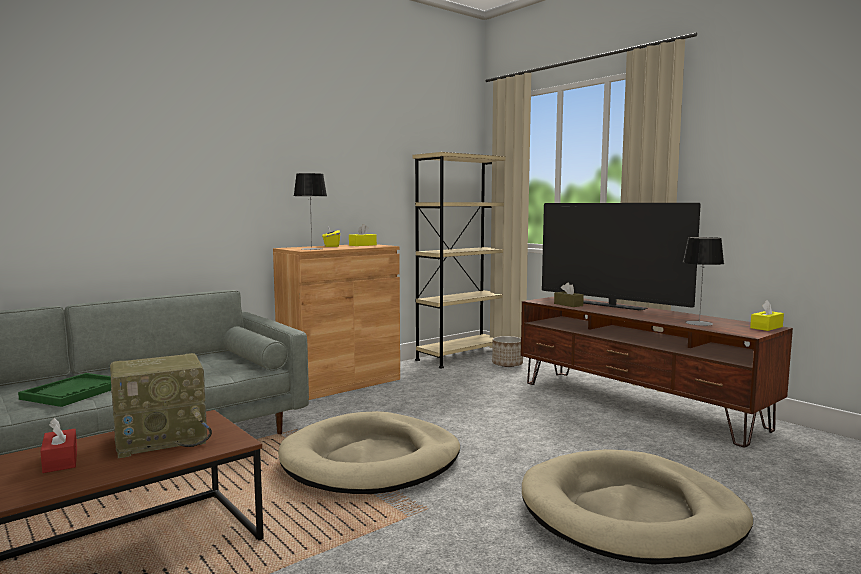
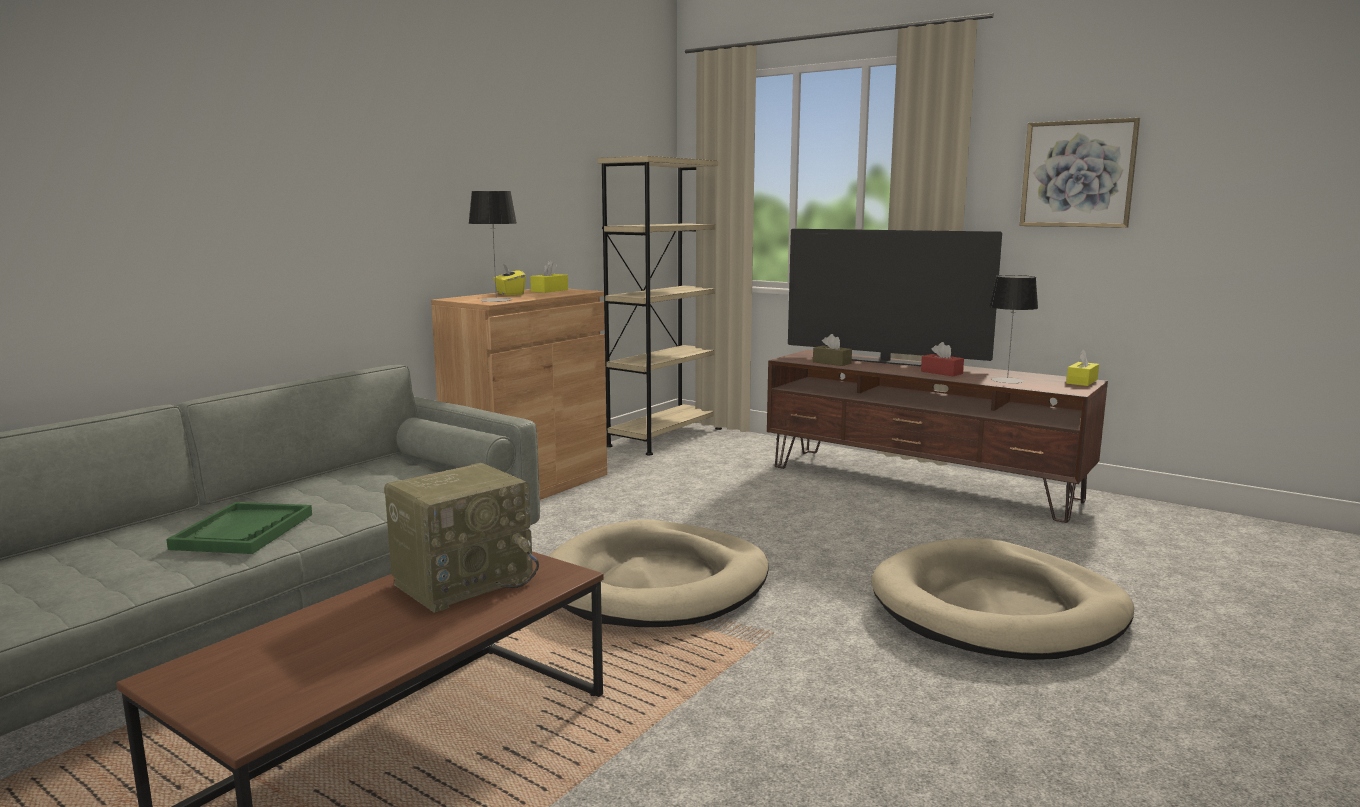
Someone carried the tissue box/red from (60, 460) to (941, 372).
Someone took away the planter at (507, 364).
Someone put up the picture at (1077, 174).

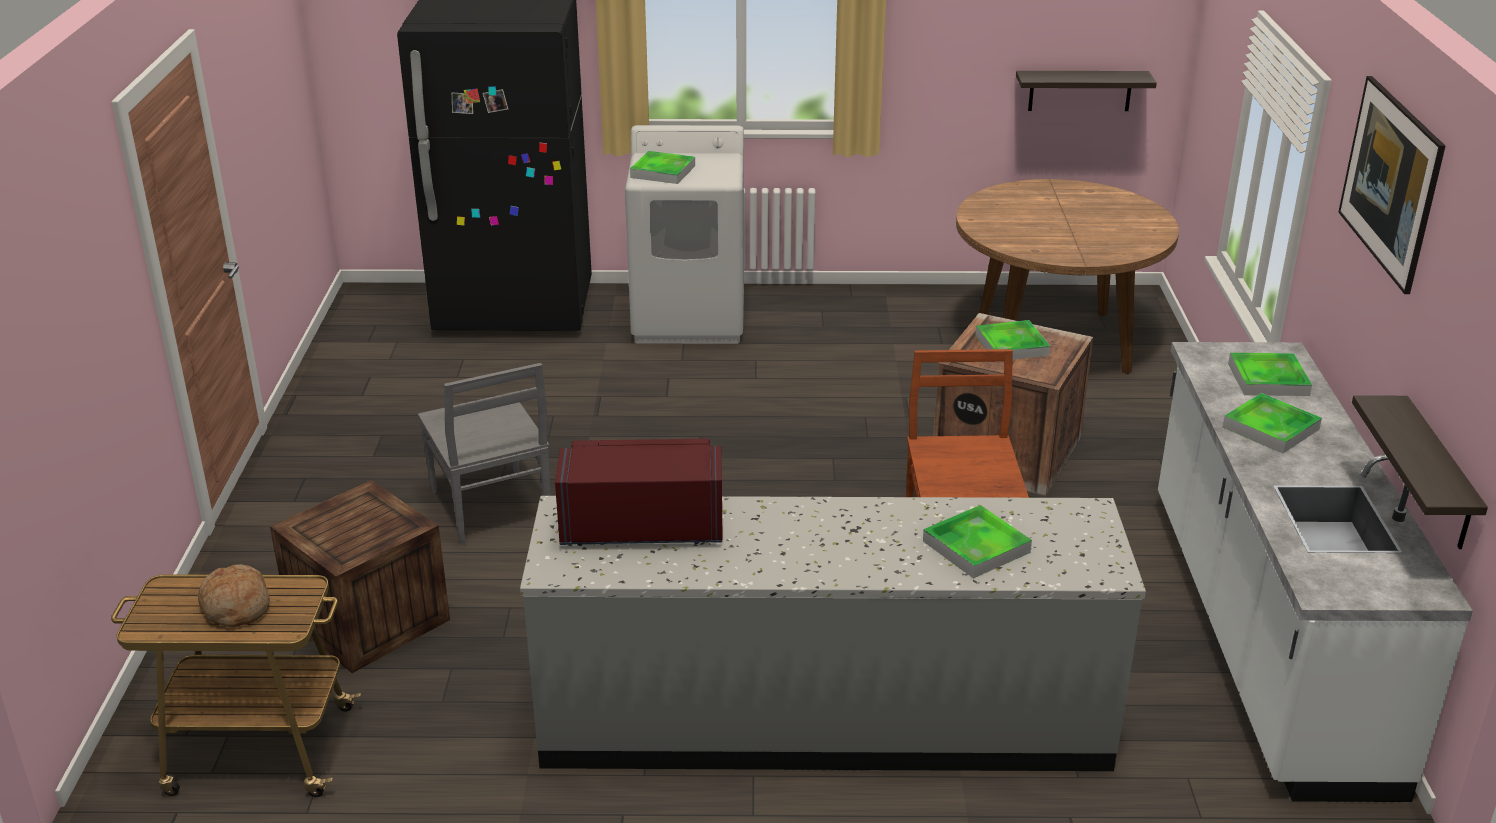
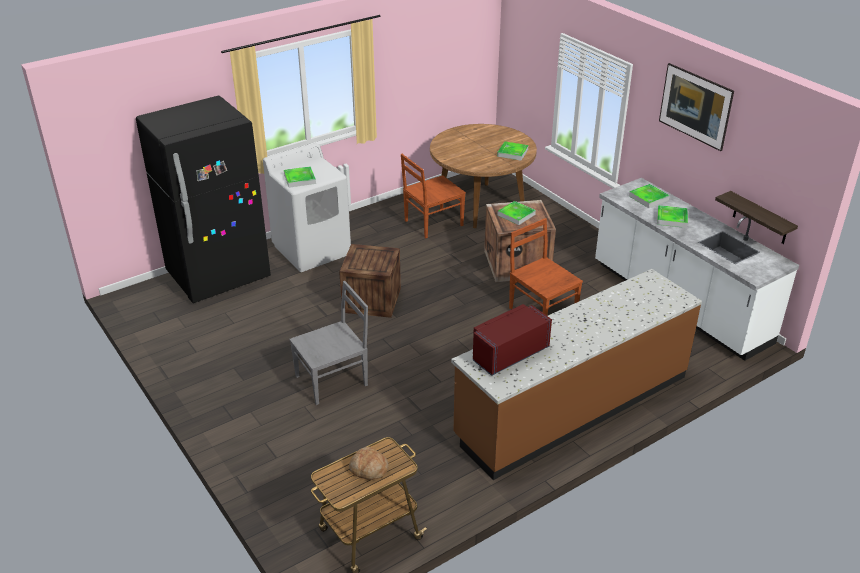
Someone carried the crate from (368, 620) to (371, 300).
Someone rotated the chair/grey at (491, 508) by 60 degrees counterclockwise.
Someone repainted the counter/grey at (823, 718), which became the counter/brown at (572, 406).
Someone carried the tray from (976, 546) to (512, 153).
Someone took away the shelf at (1080, 90).
Someone put down the chair/brown at (432, 223).

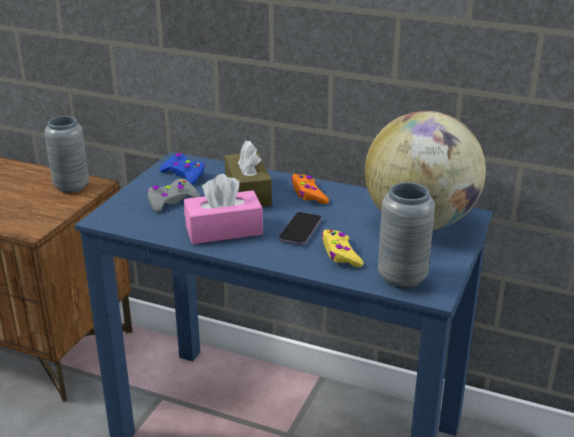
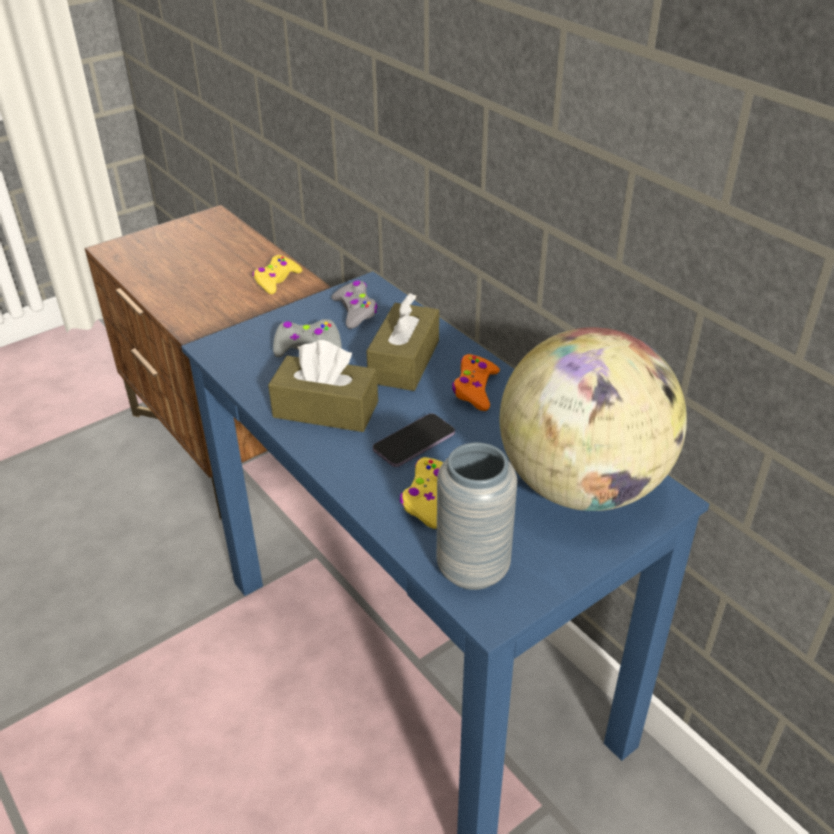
Someone swapped the vase/grey at (71, 186) for the game controller/yellow at (276, 280).
Someone repainted the game controller/blue at (184, 174), which became the game controller/grey at (355, 311).
Someone repainted the tissue box/pink at (224, 230), which became the tissue box/brown at (325, 409).

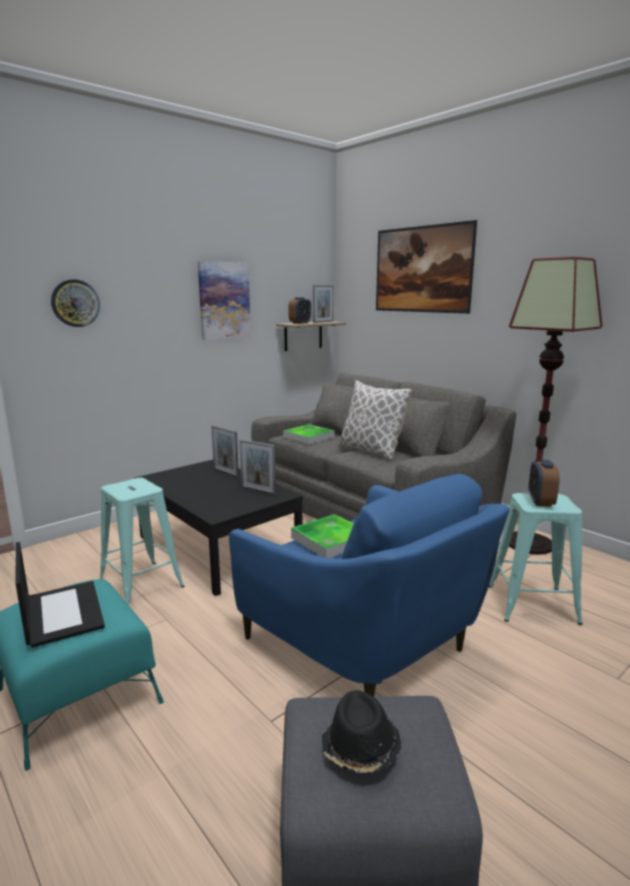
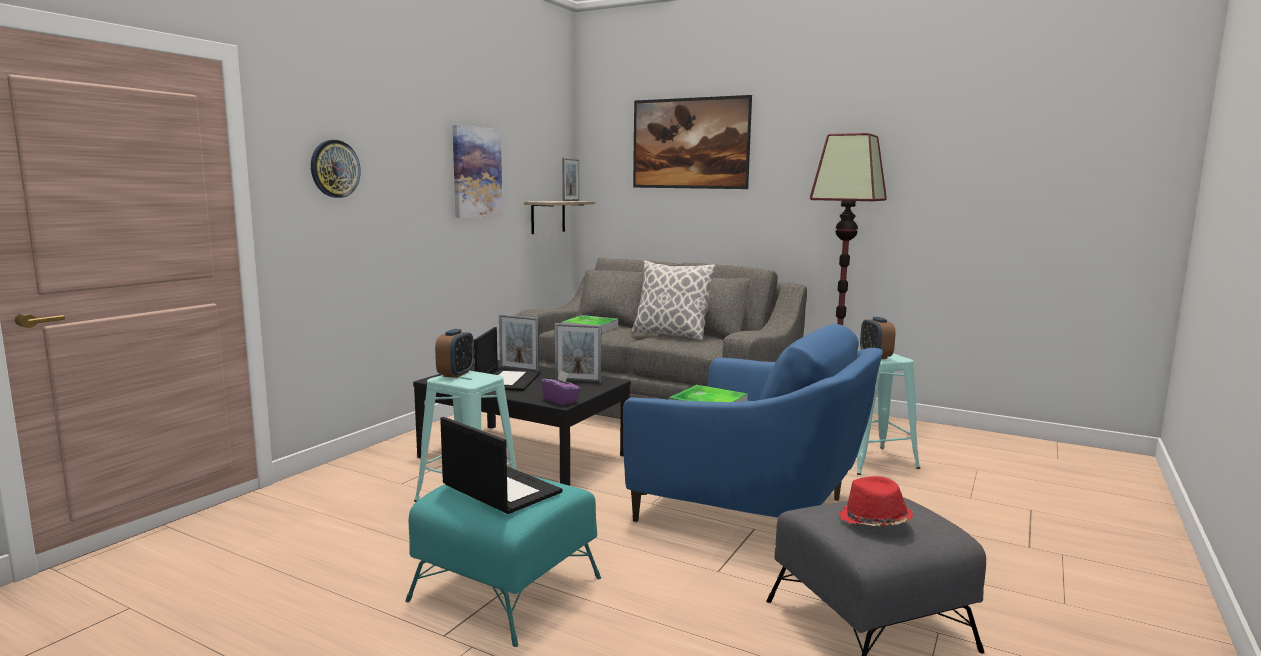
Someone carried the alarm clock from (300, 323) to (456, 374).
Someone repainted the hat/black at (360, 748), which became the hat/red at (874, 521).
Someone put down the laptop at (508, 380).
Someone put down the tissue box/purple at (561, 400).

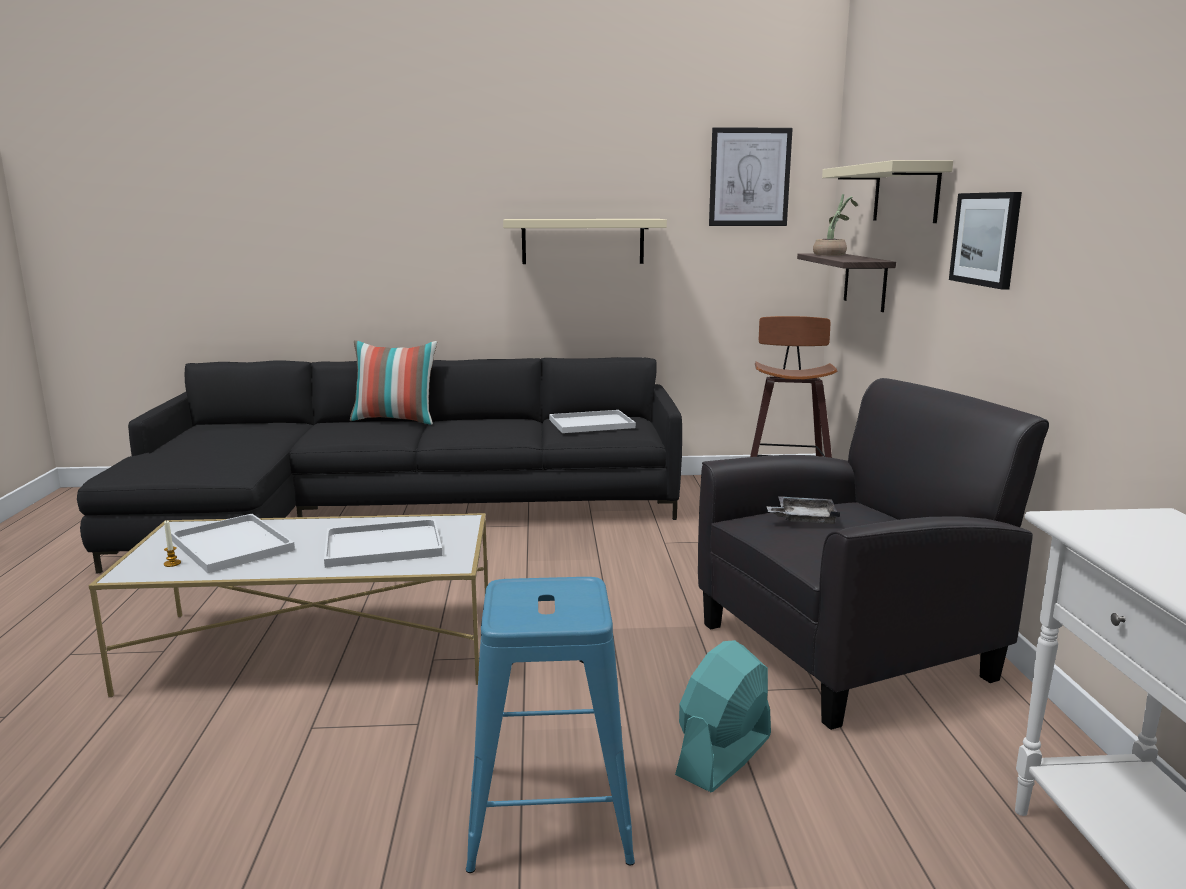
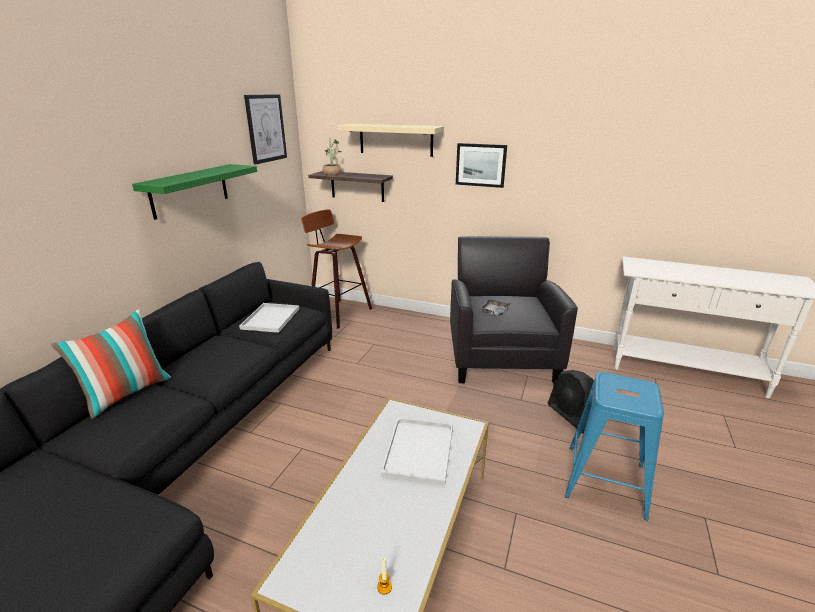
Someone took away the tray/white at (234, 545).
Someone repainted the shelf/beige at (583, 241), which became the shelf/green at (190, 190).
Someone repainted the fan/turquoise at (724, 756), which became the fan/black at (571, 416).

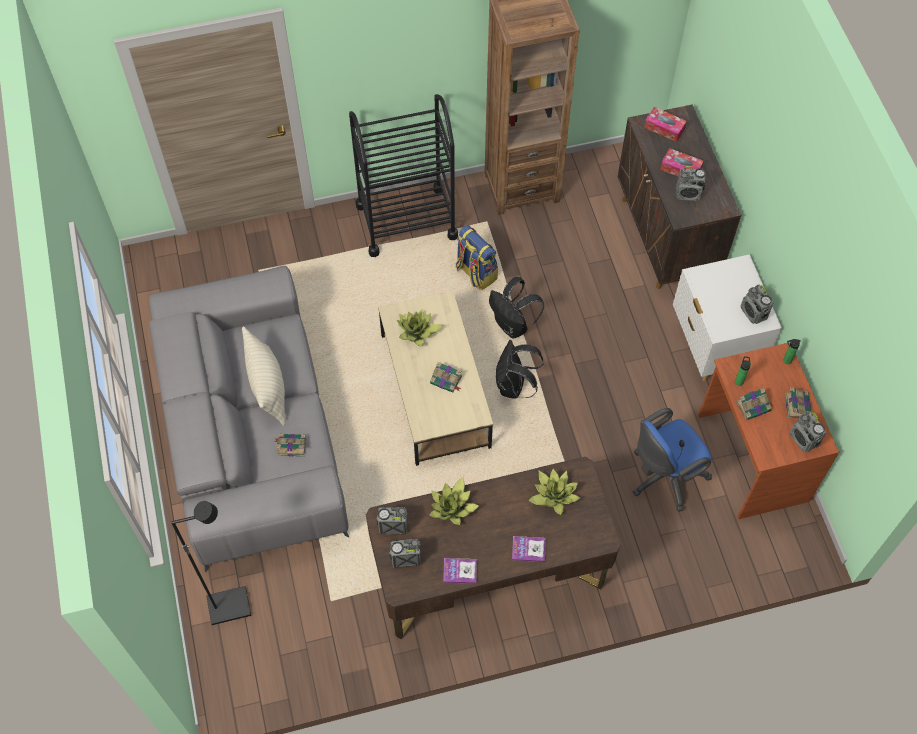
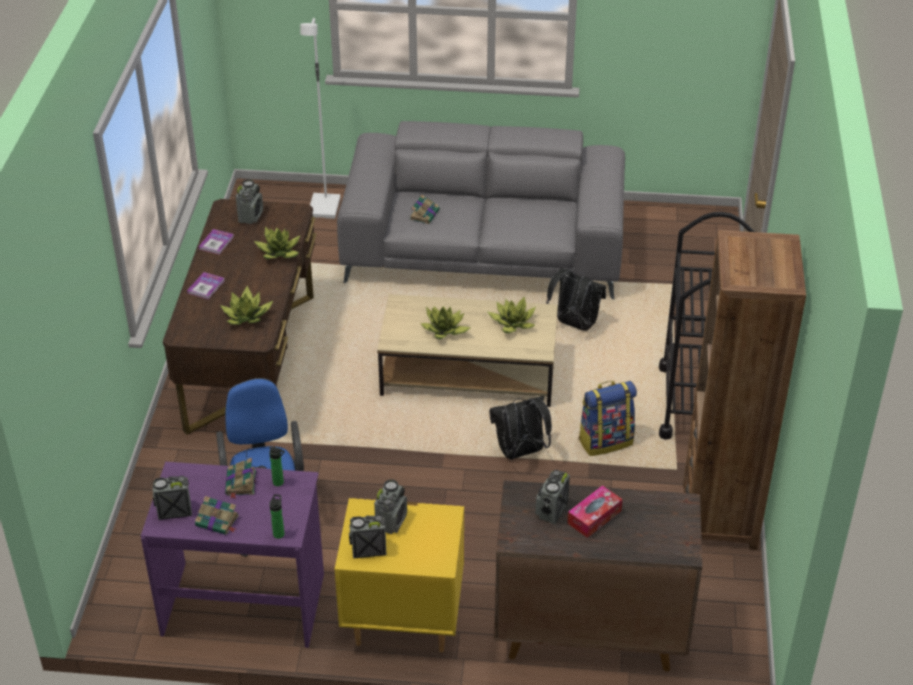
Someone repainted the floor lamp/black at (229, 605), which became the floor lamp/white at (325, 208).
Someone took away the pillow/beige at (268, 387).
Someone carried the radio from (393, 526) to (391, 521).
Someone swapped the book at (446, 380) for the potted plant at (444, 330).
Someone carried the backpack/black from (514, 386) to (574, 324).
Someone took away the tissue box at (664, 128).
Someone repainted the nightstand/white at (713, 348), which became the nightstand/yellow at (403, 622).
Someone repainted the desk/brown at (751, 458), which became the desk/purple at (244, 603).

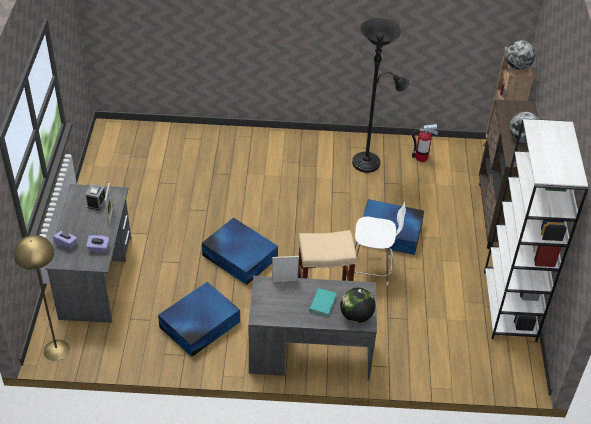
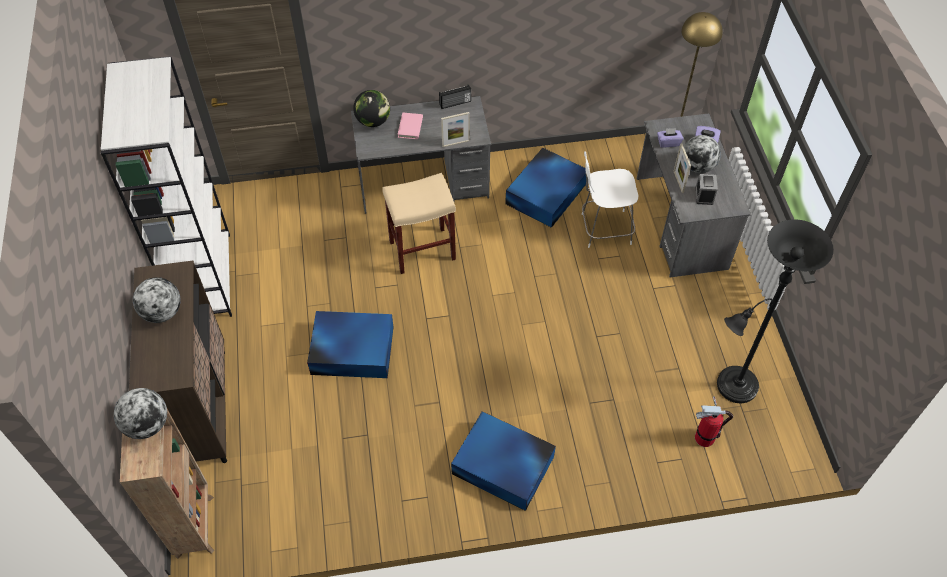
Someone carried the storage box/blue from (239, 256) to (504, 466).
Someone repainted the book/turquoise at (322, 303), which became the book/pink at (410, 127).
Someone carried the floor lamp/black from (370, 162) to (732, 387).
Someone carried the chair/white from (372, 269) to (604, 229).
Someone carried the fire extinguisher from (421, 157) to (704, 438).
Someone put down the radio at (455, 103).
Someone put down the globe at (697, 166).

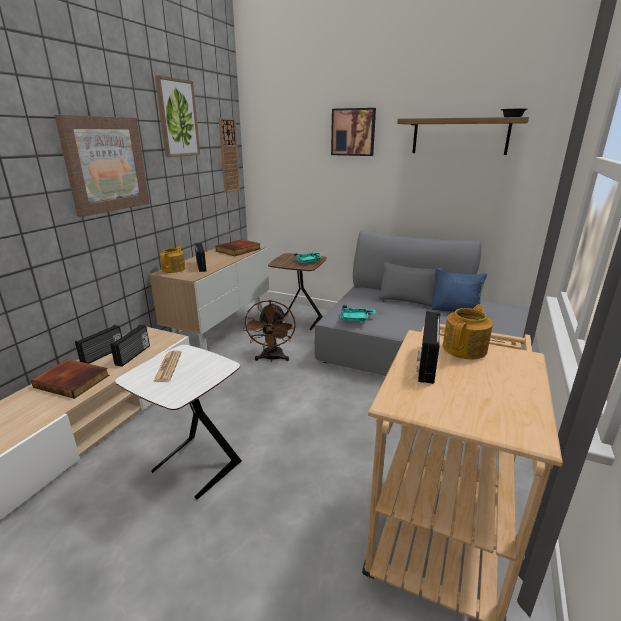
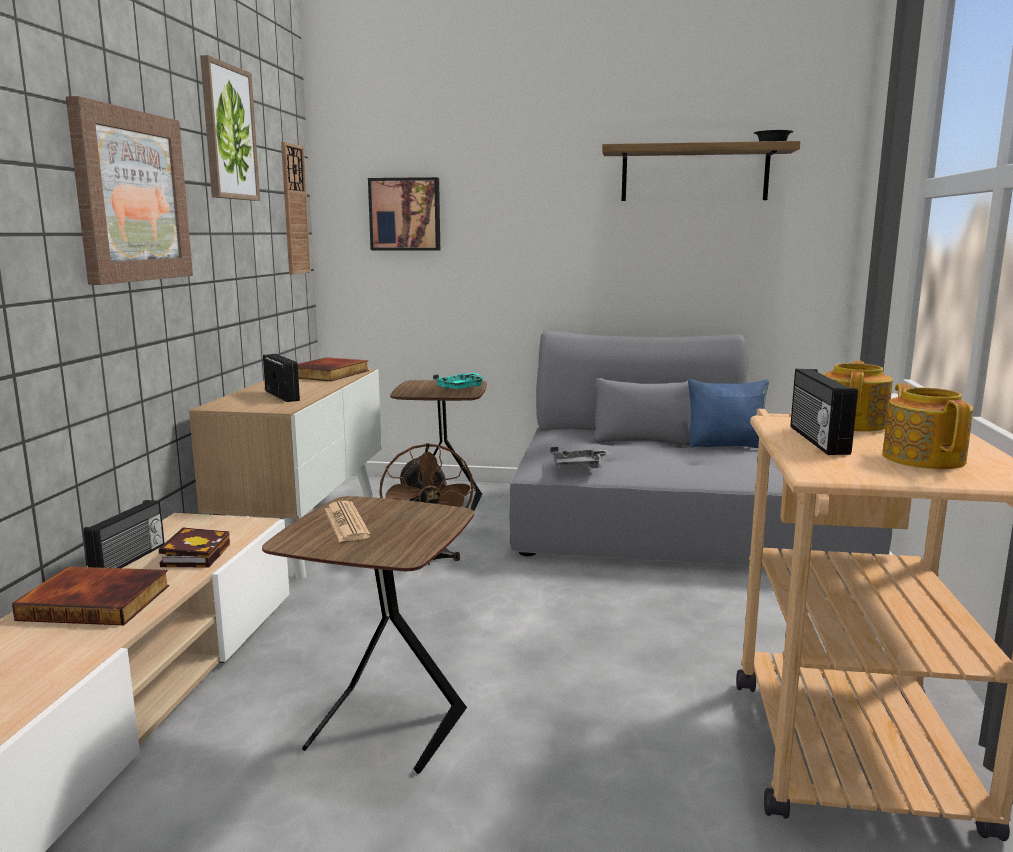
Someone swapped the radio at (133, 355) for the book at (196, 554).
Someone repainted the side table/white at (194, 468), which became the side table/brown at (384, 731).
Someone carried the teapot from (174, 269) to (923, 458).
Someone carried the picture from (353, 132) to (405, 214).
Someone repainted the tray/turquoise at (355, 319), which became the tray/grey at (579, 466).

